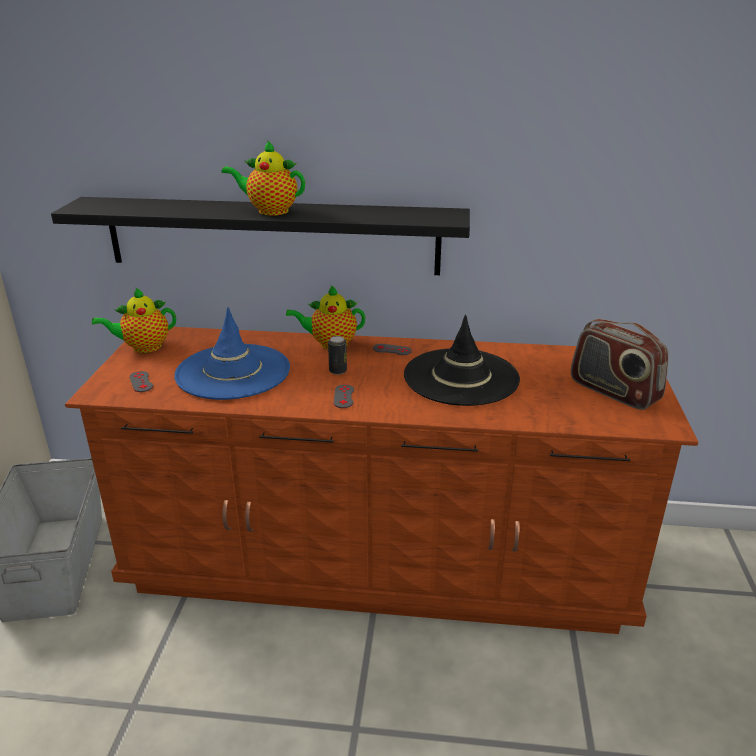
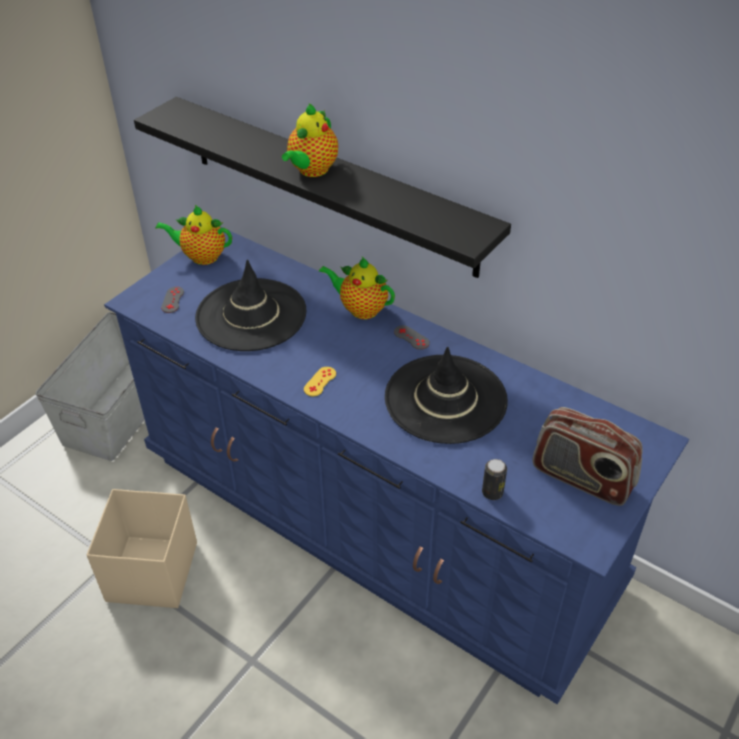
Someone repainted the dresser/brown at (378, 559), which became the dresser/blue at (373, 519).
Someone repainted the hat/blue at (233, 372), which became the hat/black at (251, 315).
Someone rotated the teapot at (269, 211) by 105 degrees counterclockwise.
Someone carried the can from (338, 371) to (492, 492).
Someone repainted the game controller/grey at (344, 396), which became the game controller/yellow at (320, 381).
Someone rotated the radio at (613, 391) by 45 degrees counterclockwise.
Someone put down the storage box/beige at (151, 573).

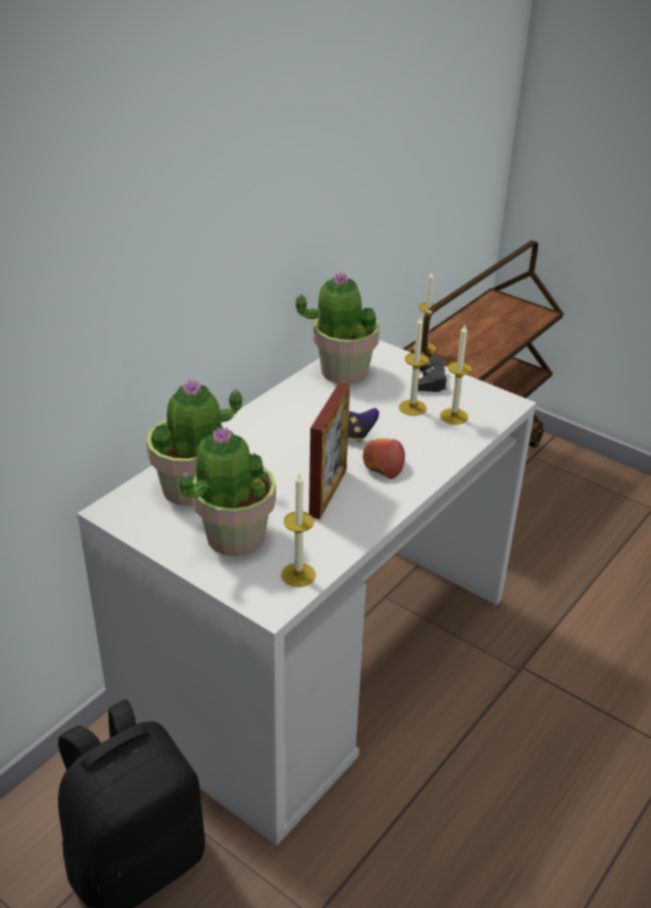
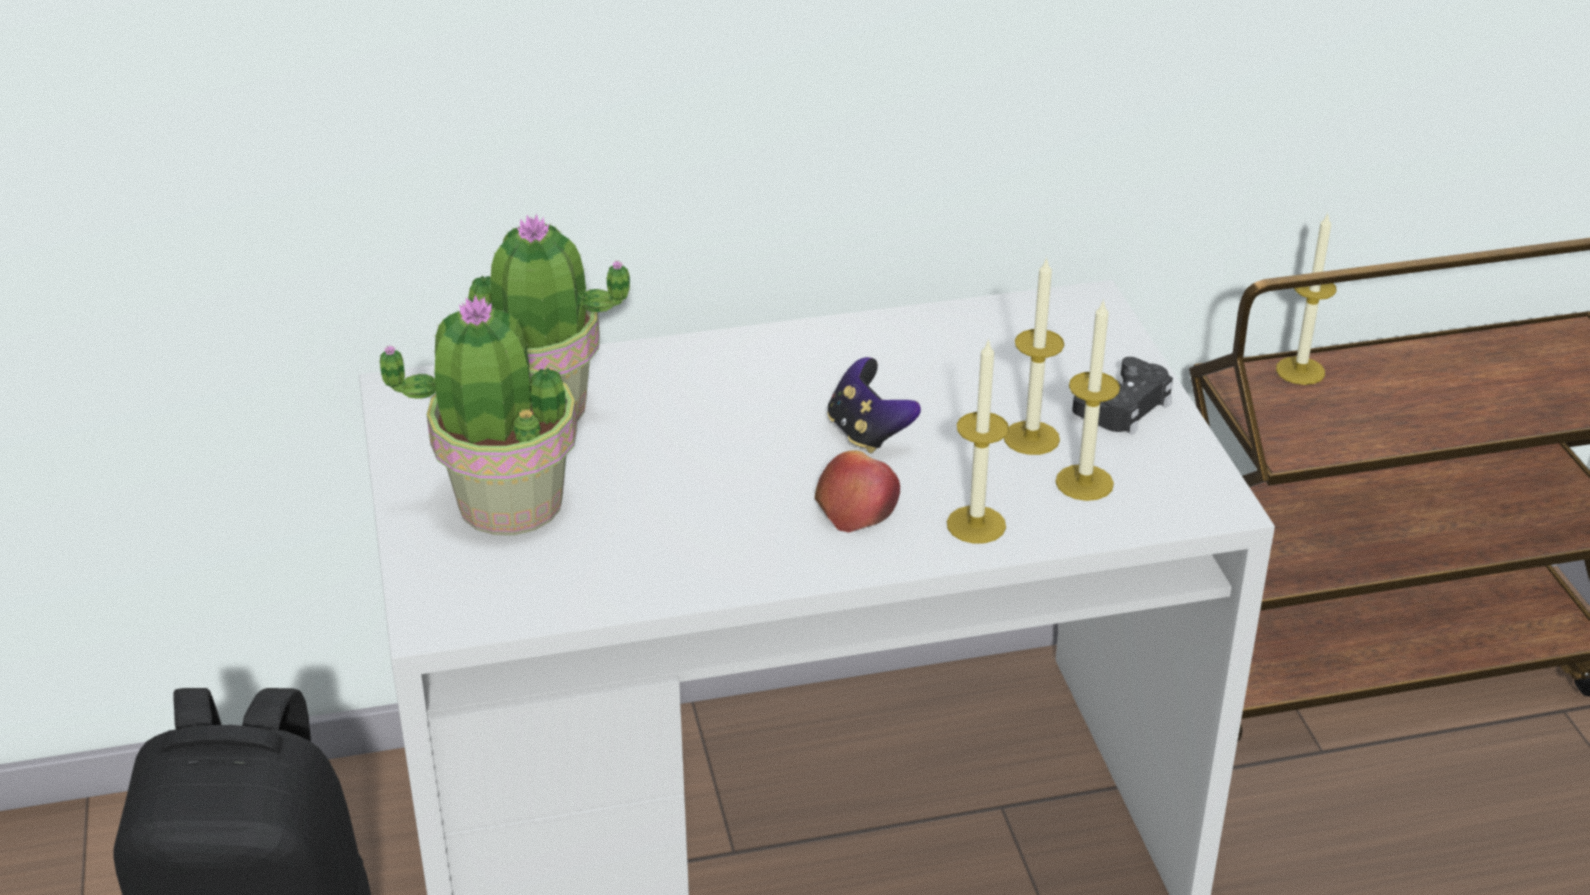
Someone carried the candle from (298, 574) to (976, 524).
Someone took away the potted plant at (343, 371).
Someone took away the picture frame at (328, 492).

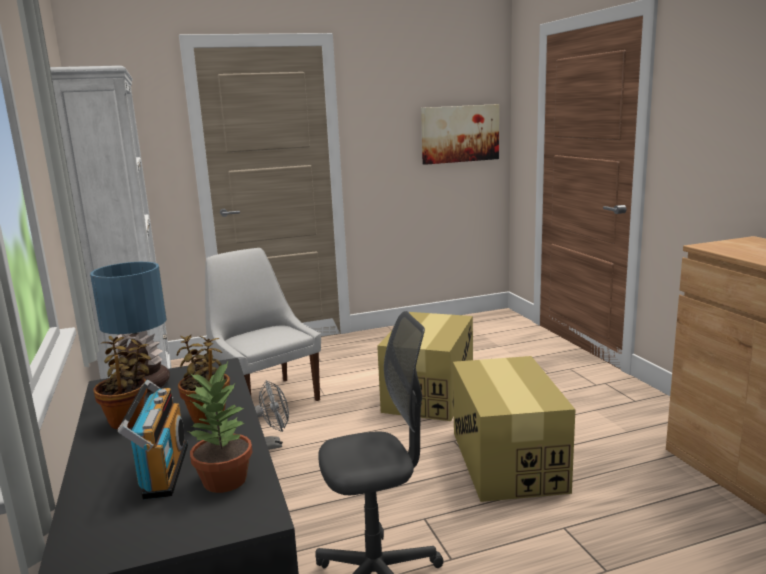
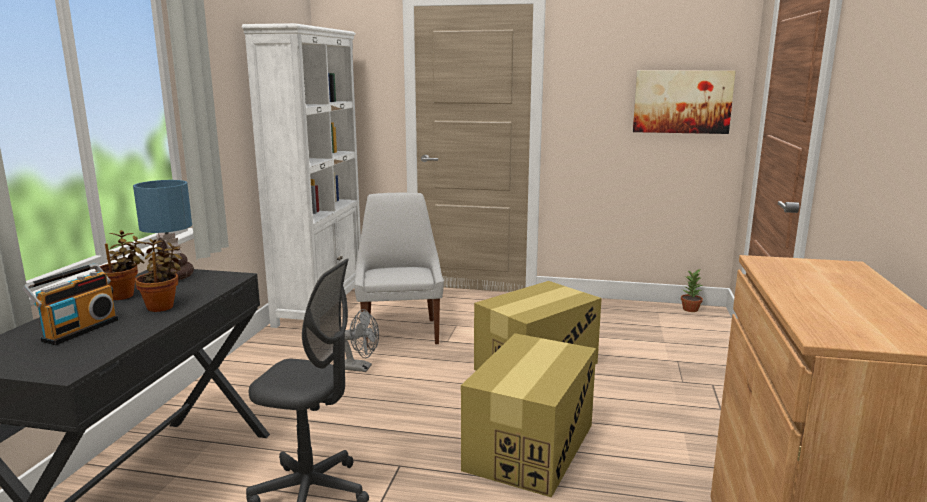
Someone carried the potted plant from (226, 480) to (691, 309).

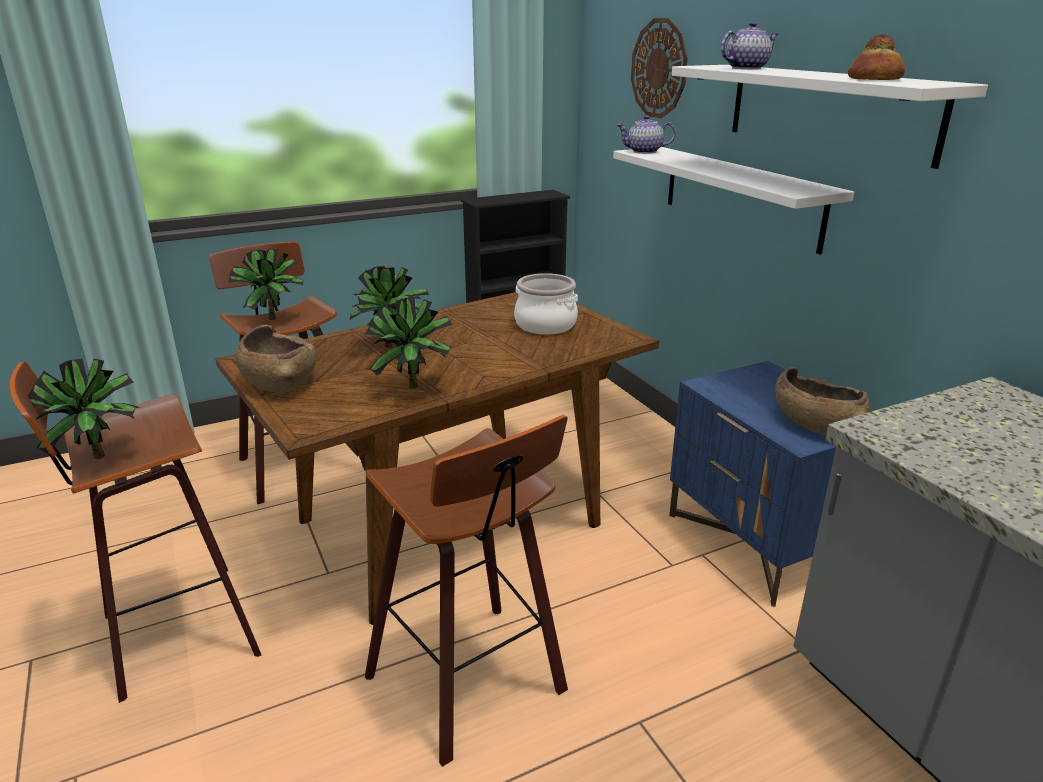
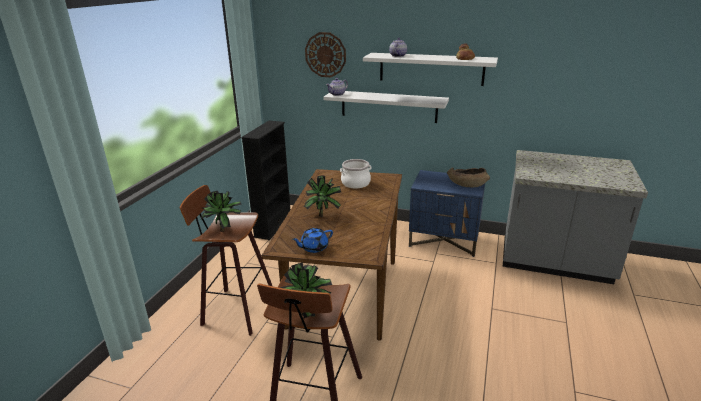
Someone swapped the bowl/brown at (279, 380) for the teapot/blue at (314, 247).
Someone took away the potted plant at (413, 389).
Someone took away the stool at (473, 684).

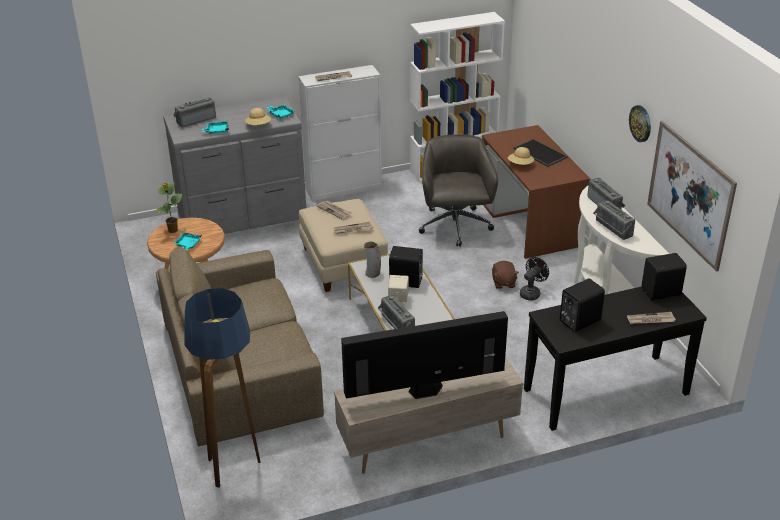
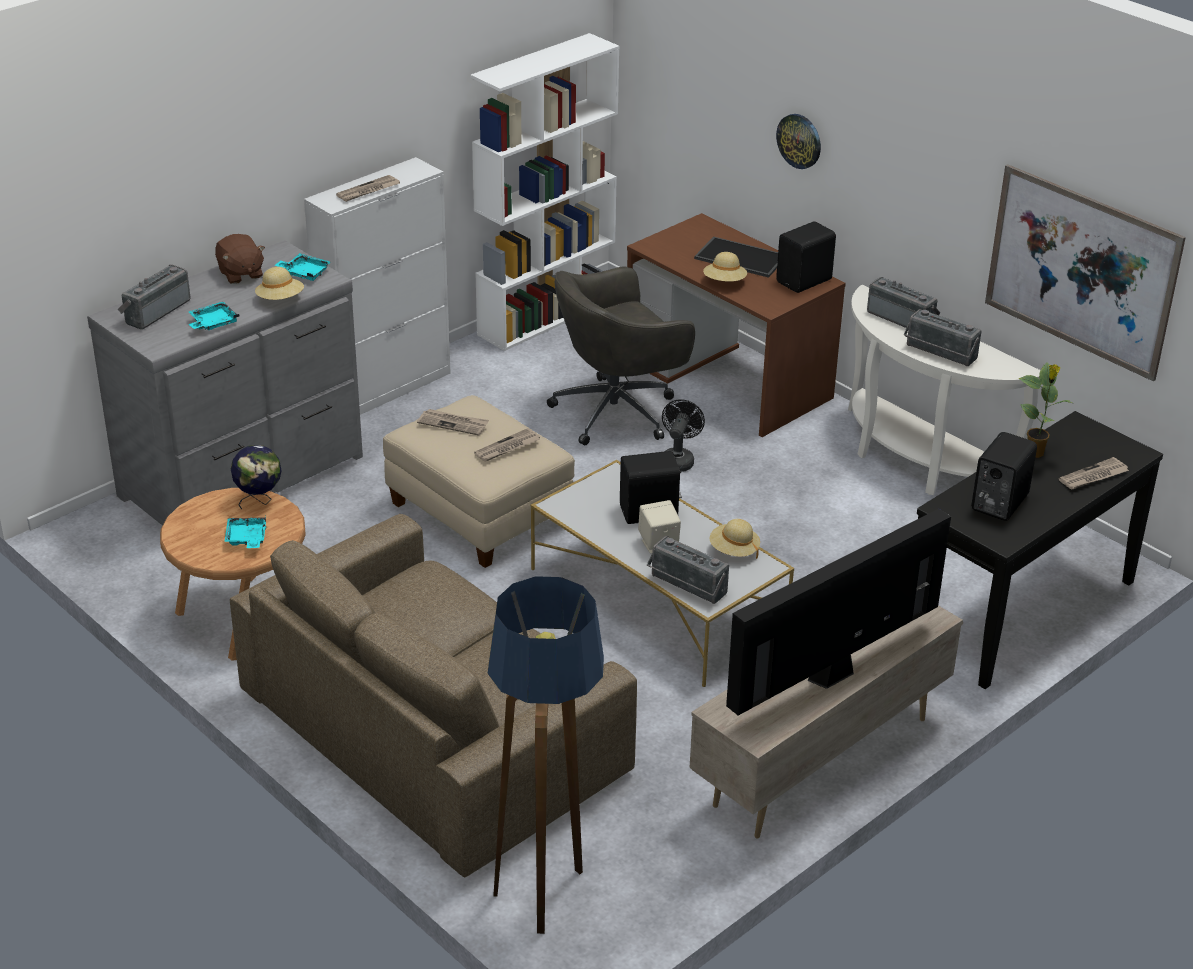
Someone carried the potted plant from (173, 230) to (1035, 453).
Someone took away the vase at (373, 273).
Someone rotated the office chair/grey at (455, 227) by 90 degrees counterclockwise.
Someone carried the plush toy/brown from (503, 283) to (240, 274).
Someone carried the fan/black from (531, 293) to (678, 460).
Someone carried the wall clock from (640, 123) to (799, 141).
Someone carried the speaker/black from (662, 293) to (805, 281).
Someone put down the globe at (259, 501).
Someone put down the hat/beige at (734, 550).

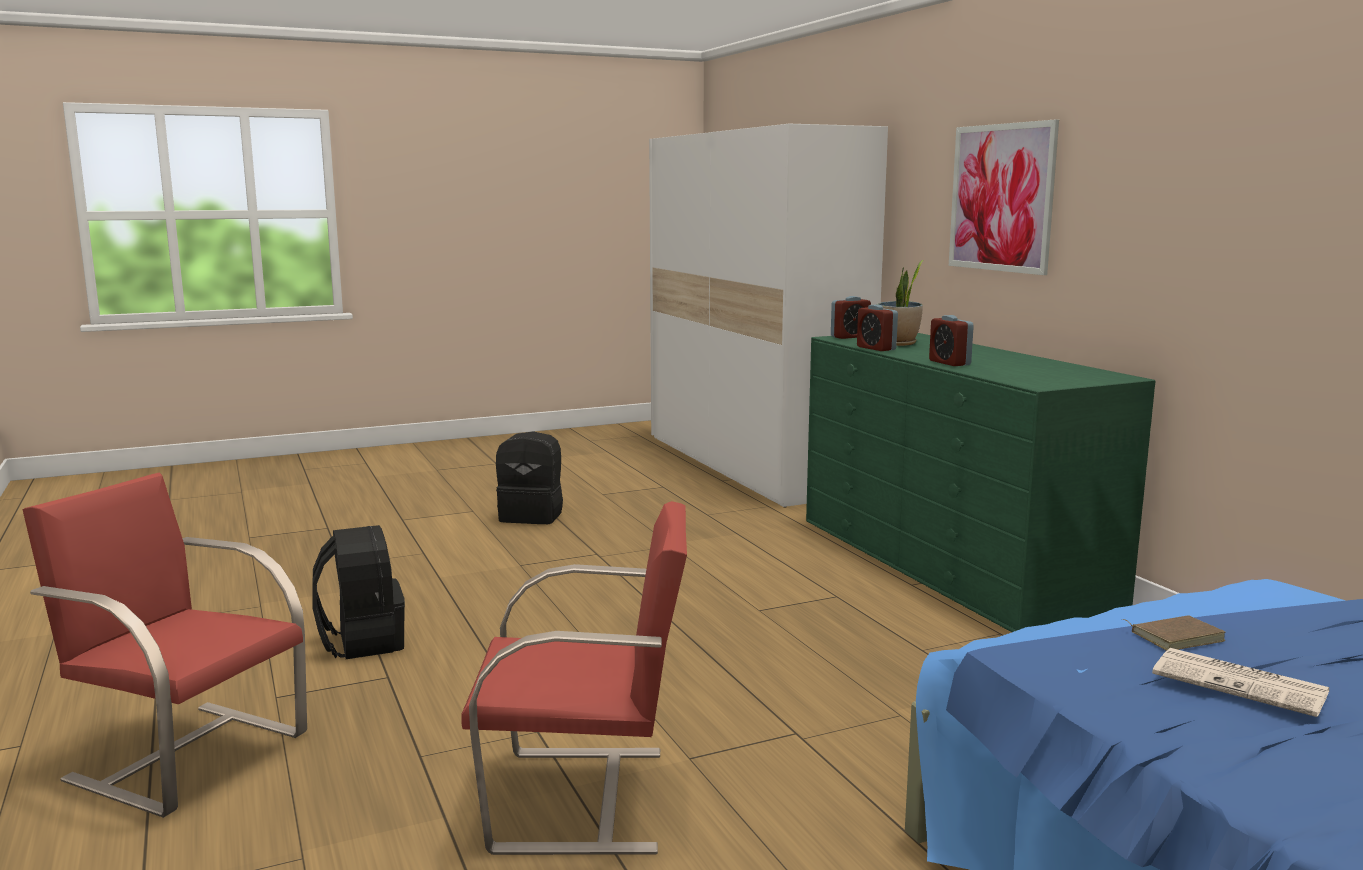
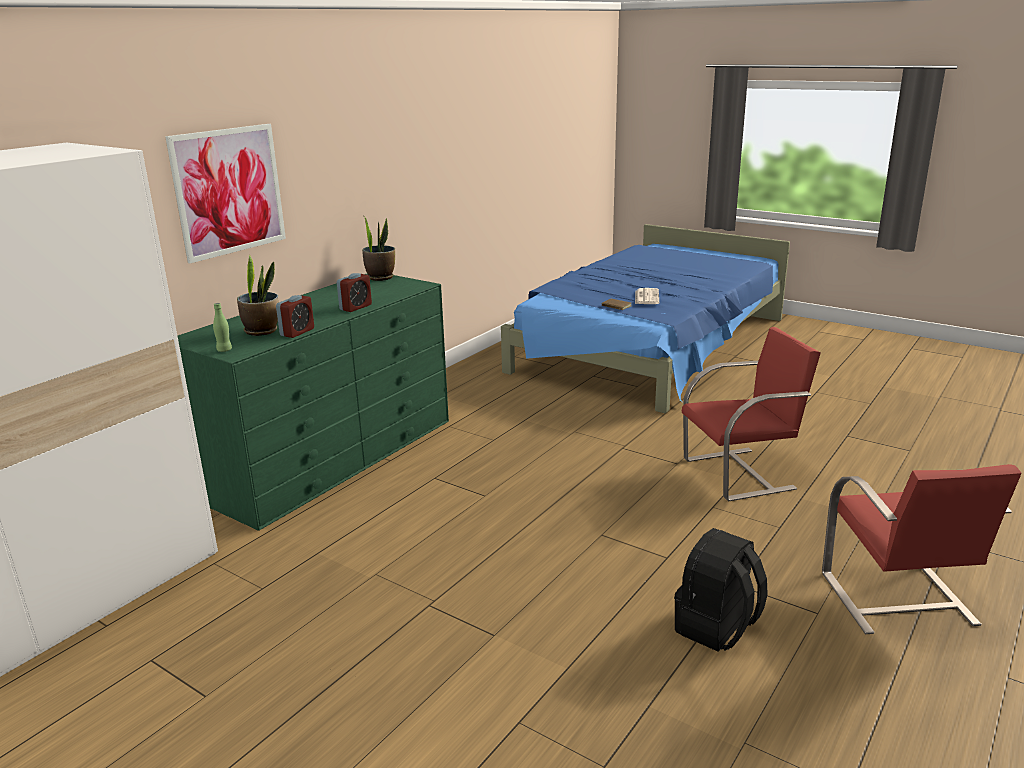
Someone rotated the chair/red at (585, 799) by 105 degrees clockwise.
Someone took away the backpack/black at (532, 516).
Someone swapped the alarm clock at (850, 337) for the bottle/green at (224, 350).
Someone put down the potted plant at (380, 277).

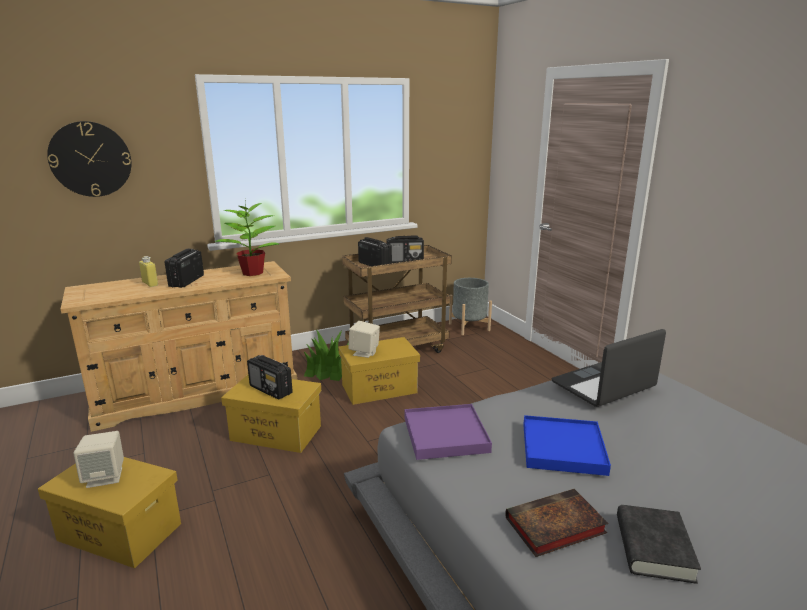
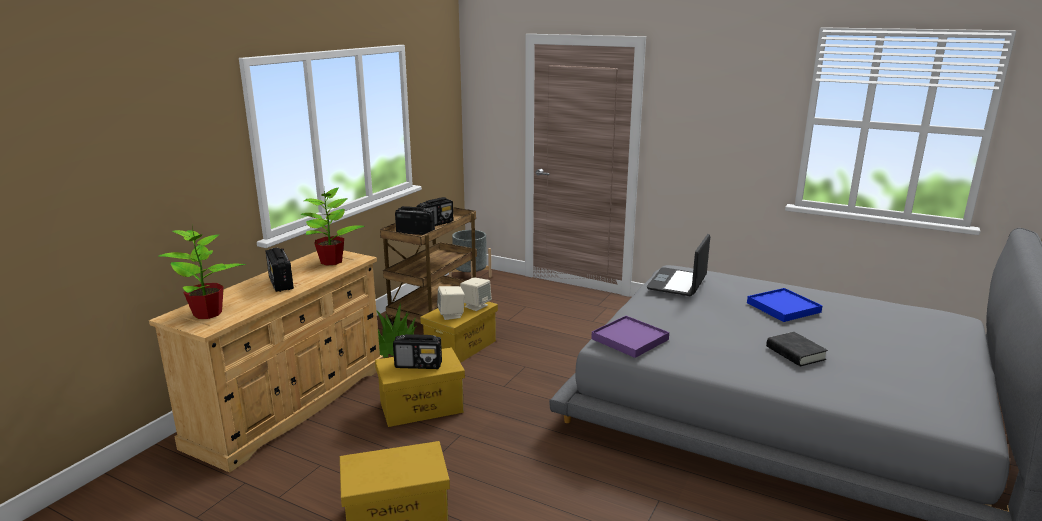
Someone took away the wall clock at (90, 159).
Someone carried the speaker/beige from (105, 477) to (476, 306).
Someone took away the bottle/yellow at (150, 284).
Someone took away the book at (553, 527).
Someone carried the tray/blue from (562, 448) to (783, 308).
Someone put down the potted plant at (208, 313).

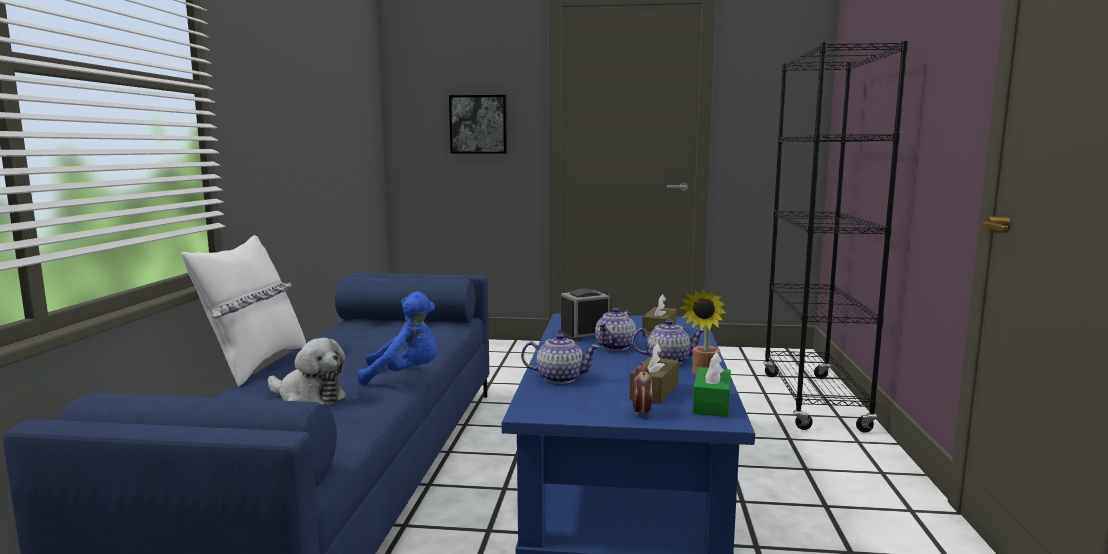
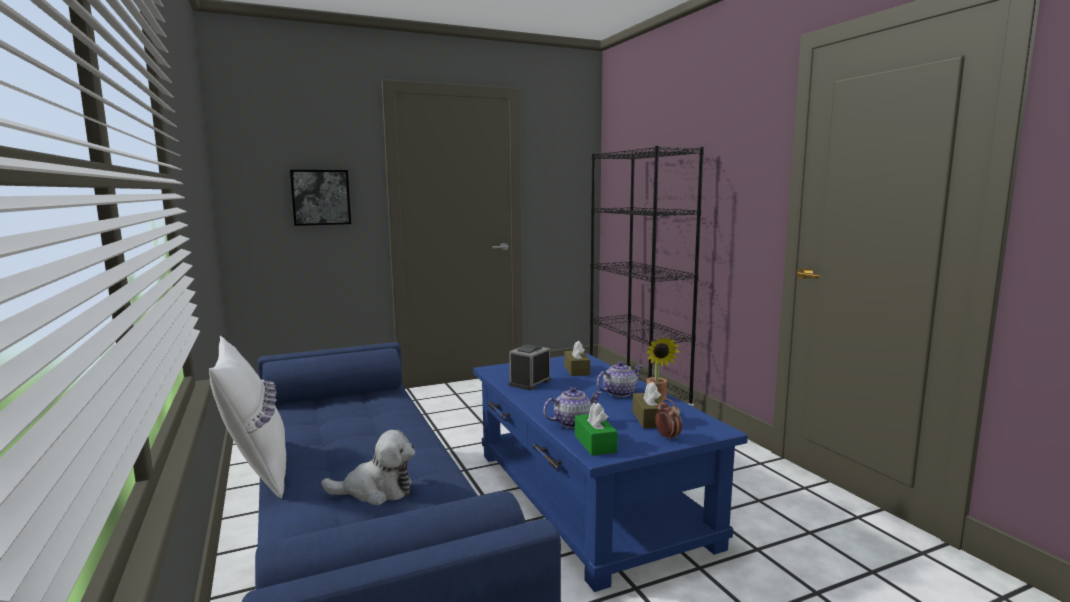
Someone took away the plush toy/blue at (404, 375).
Someone took away the teapot at (616, 346).
Someone carried the tissue box/green from (711, 404) to (595, 443).

